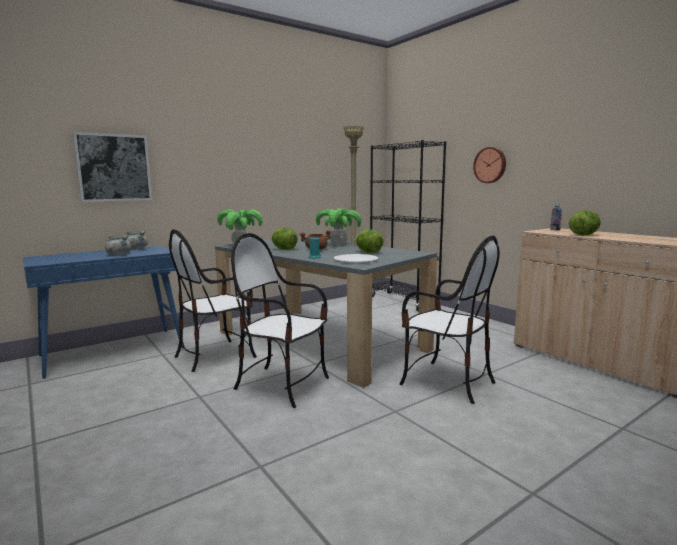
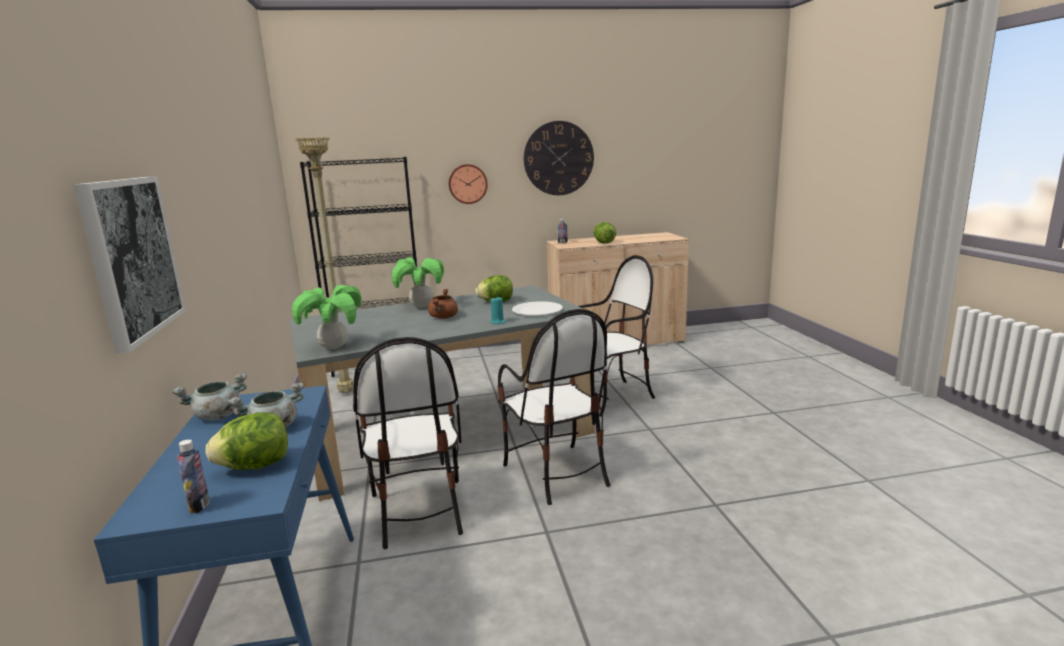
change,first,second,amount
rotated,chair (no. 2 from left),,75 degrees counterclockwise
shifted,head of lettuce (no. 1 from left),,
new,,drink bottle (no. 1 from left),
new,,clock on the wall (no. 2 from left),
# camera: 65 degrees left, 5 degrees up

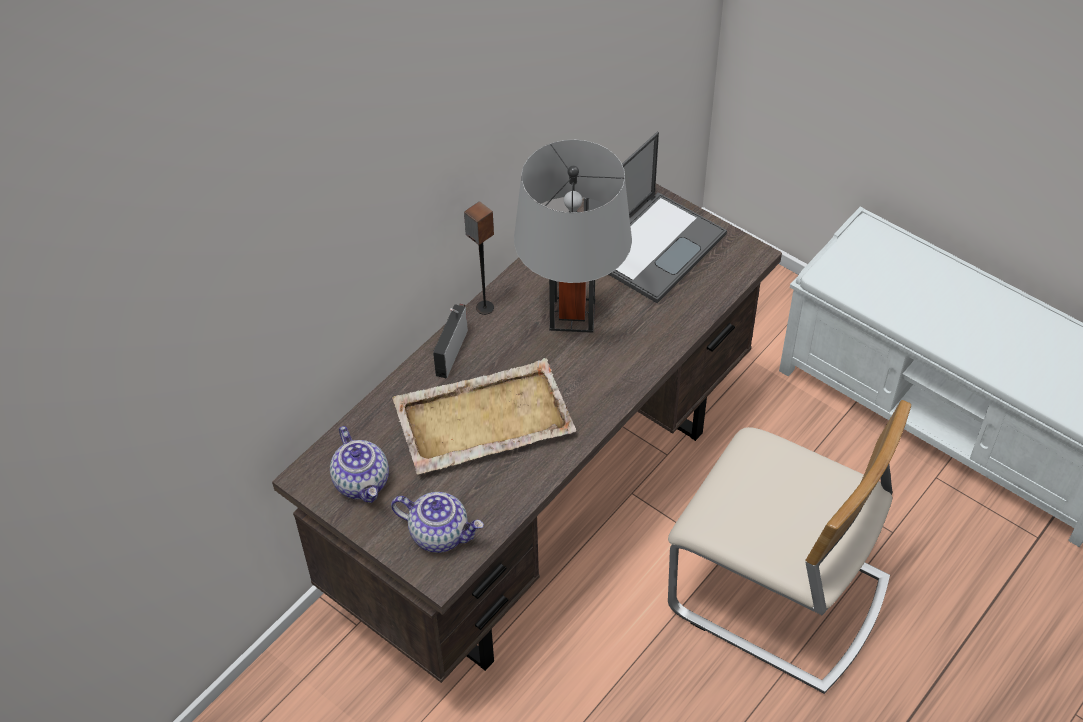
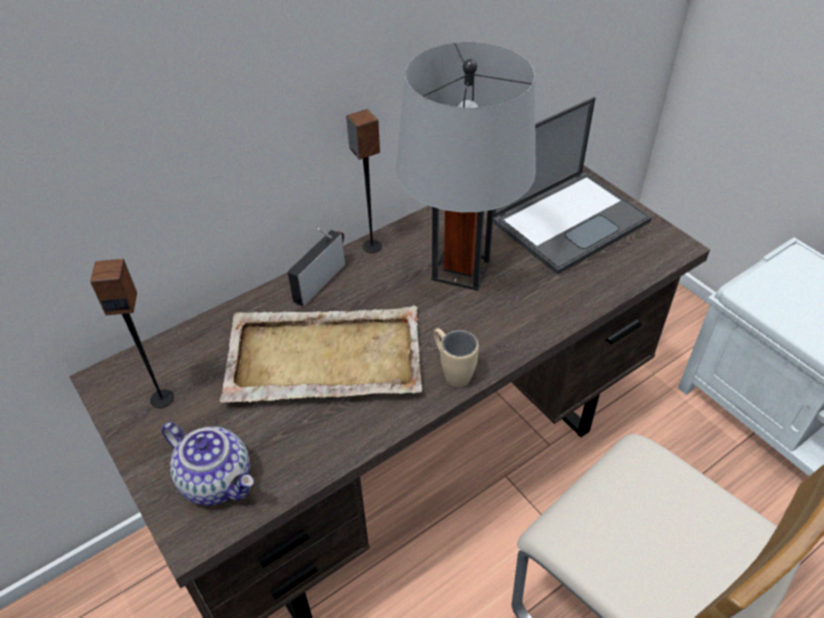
change,first,second,amount
swapped,tea pot (no. 1 from left),loudspeaker (no. 1 from left),
new,,beige mug,
# camera: 15 degrees right, 5 degrees down

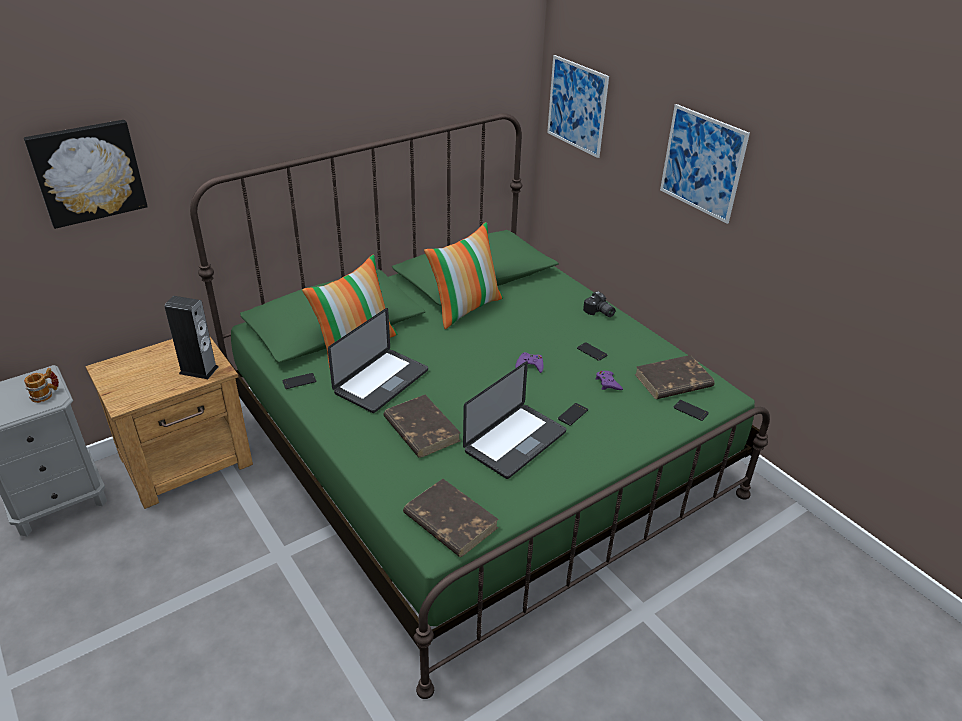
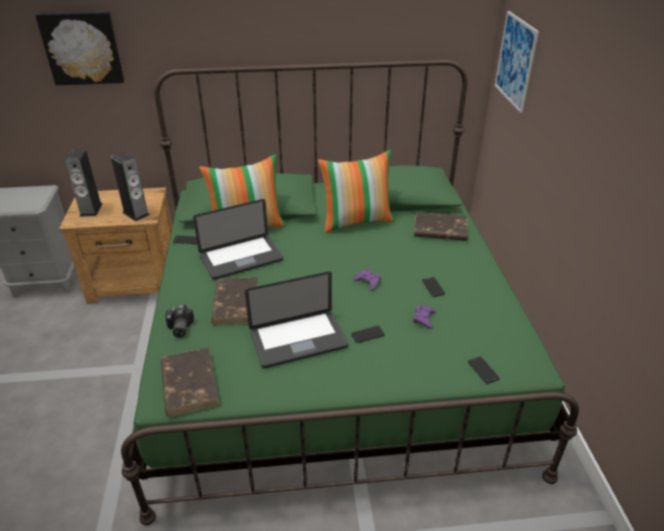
change,first,second,amount
gone,mug,,
shifted,still camera,,
shifted,brown volume (no. 3 from left),,
gone,picture (no. 3 from left),,
new,,loudspeaker (no. 1 from left),
# camera: 30 degrees right, 0 degrees up

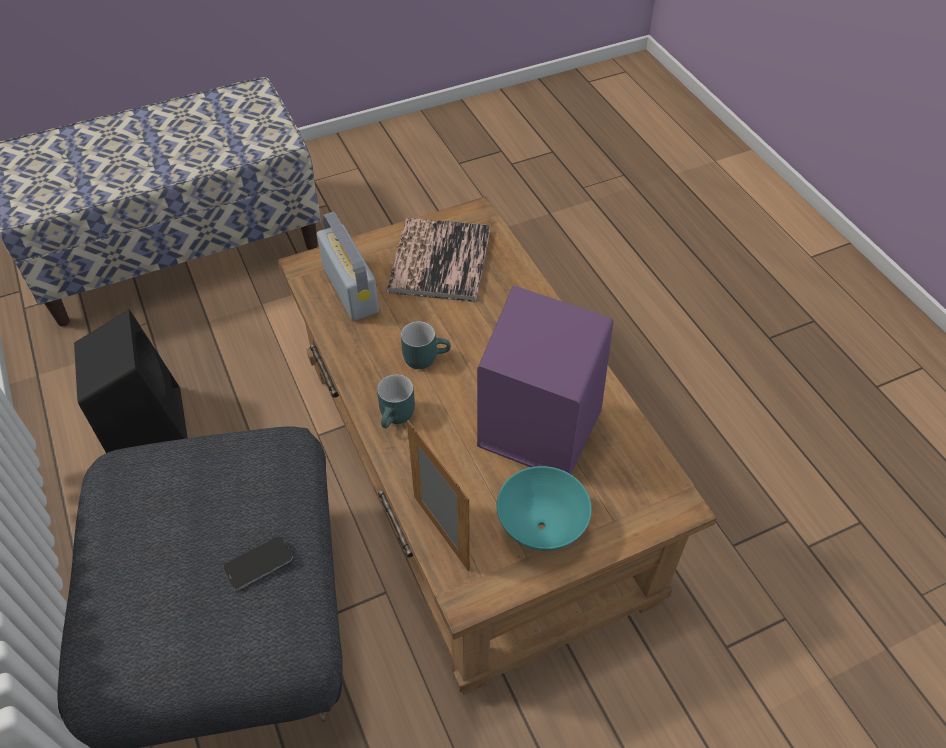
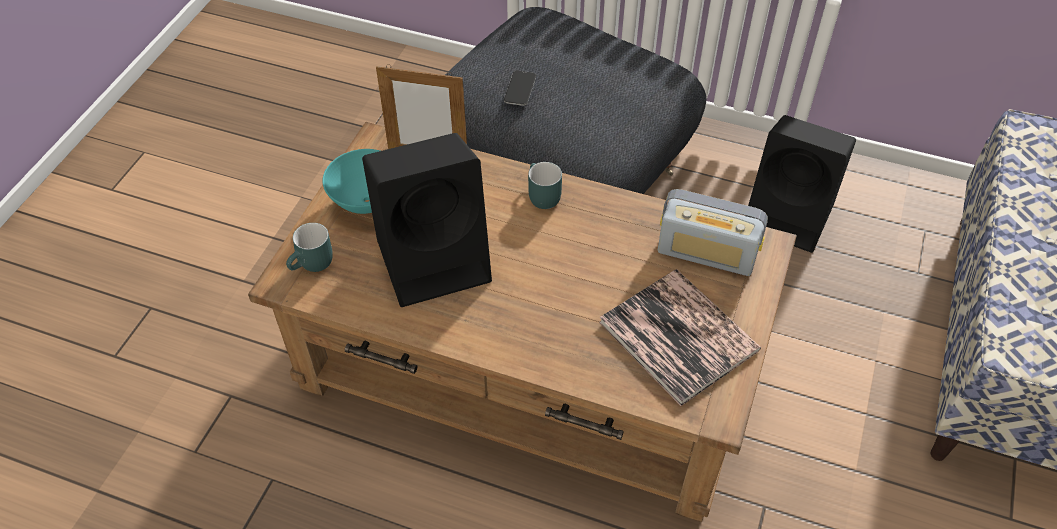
change,first,second,amount
shifted,turquoise mug (no. 2 from left in the first image),turquoise mug (no. 1 from left),
repainted,purple loudspeaker,blackish loudspeaker (no. 1 from left),
# camera: 135 degrees right, 0 degrees up

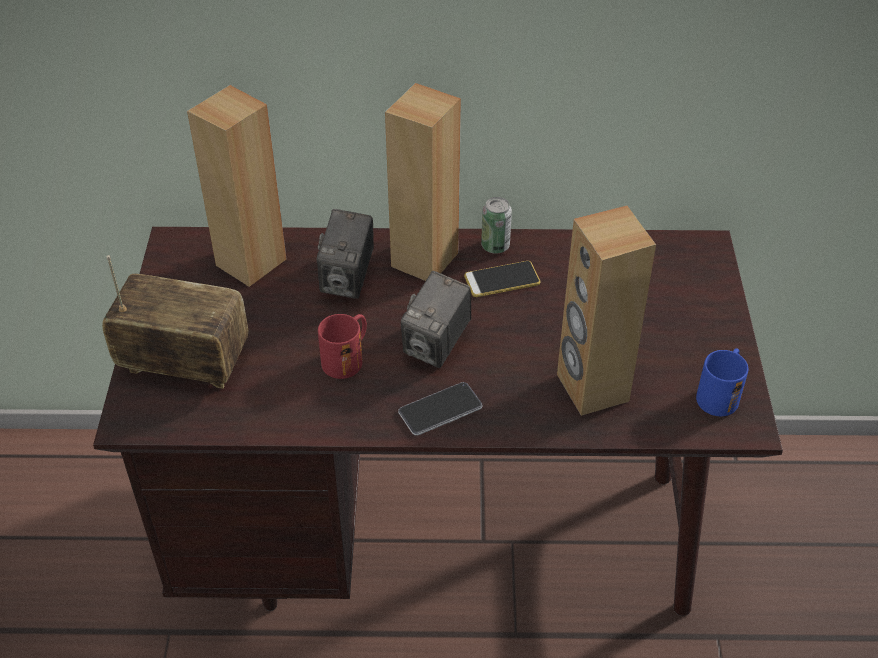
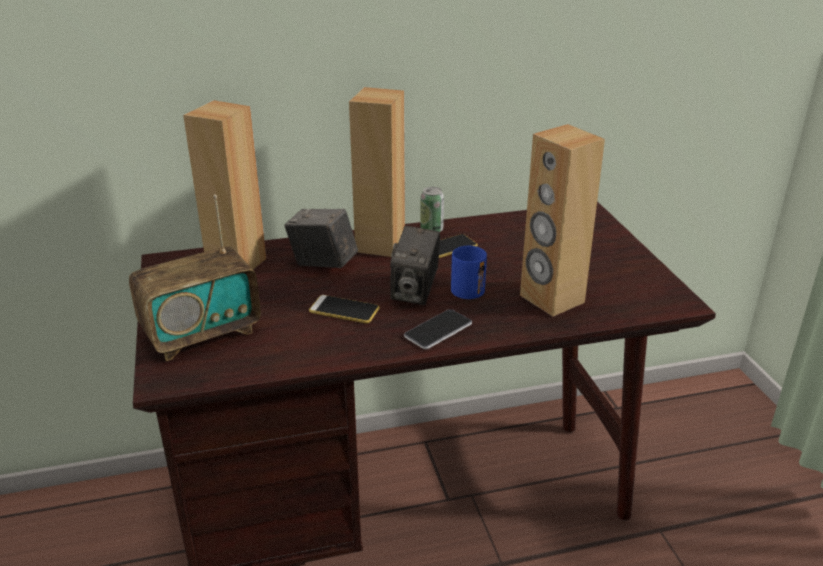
change,first,second,amount
rotated,radio receiver,,150 degrees clockwise
rotated,still camera (no. 1 from left),,120 degrees clockwise
swapped,red mug,phone (no. 1 from left),
shifted,blue-coloured mug,,
# camera: 15 degrees left, 15 degrees down

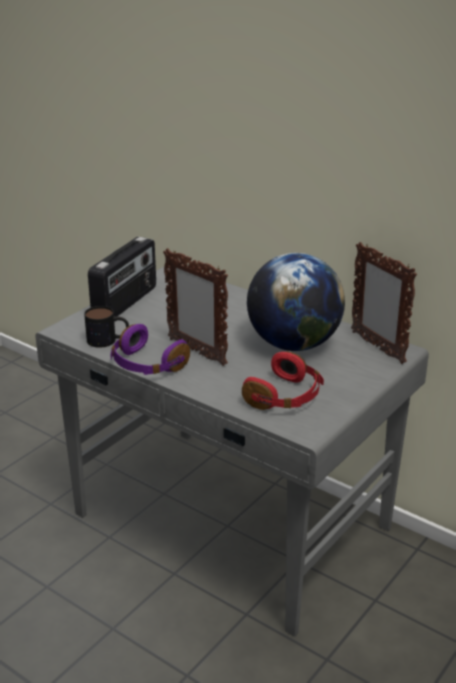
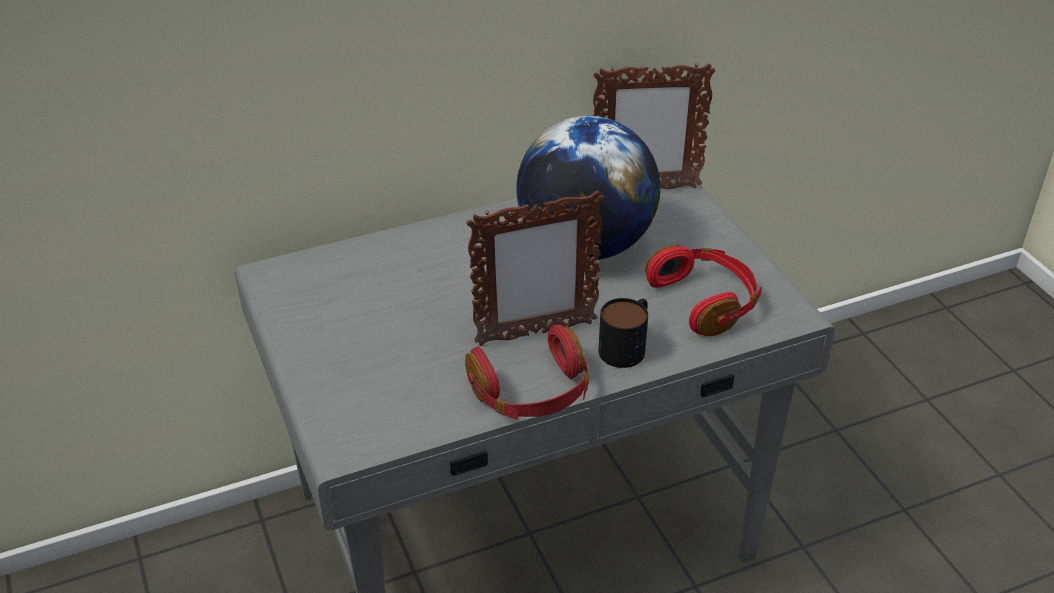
change,first,second,amount
shifted,mug,,
gone,radio receiver,,
repainted,purple pair of headphones,red pair of headphones (no. 1 from left),
# camera: 60 degrees left, 10 degrees up

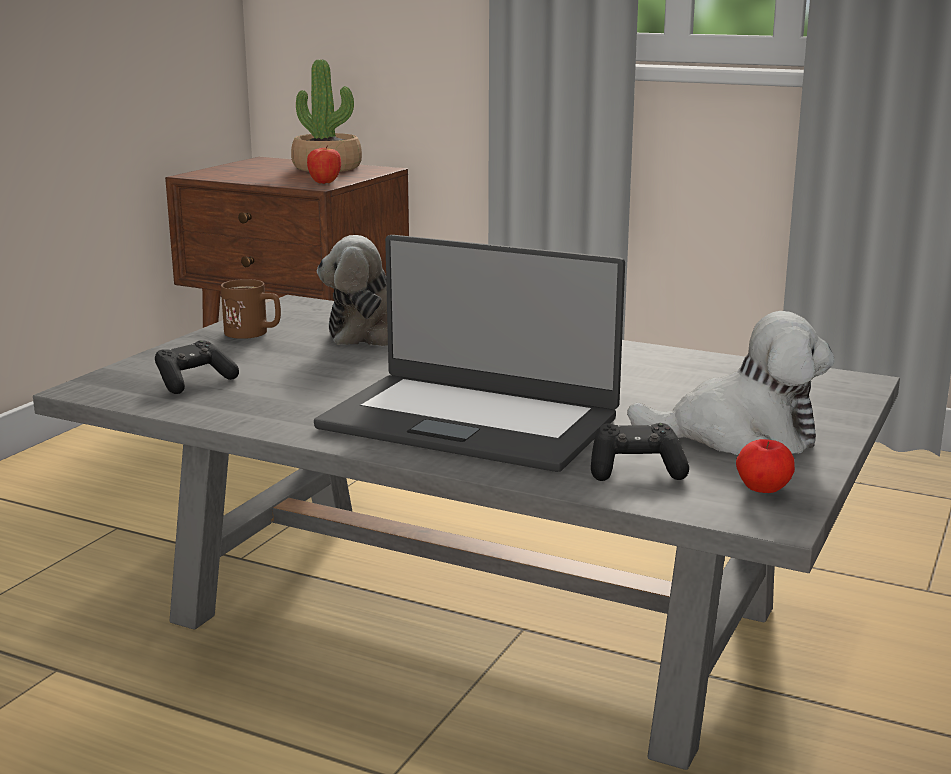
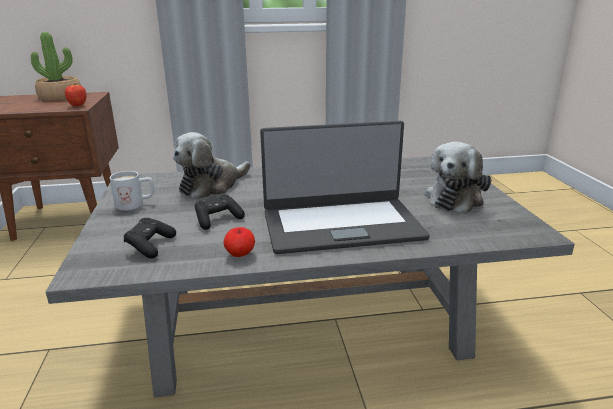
change,first,second,amount
repainted,brown mug,whitish mug,
shifted,blackish gamepad (no. 2 from left),,
rotated,plush toy (no. 2 from left),,150 degrees clockwise
shifted,apple (no. 2 from left),,
# camera: 35 degrees left, 5 degrees up

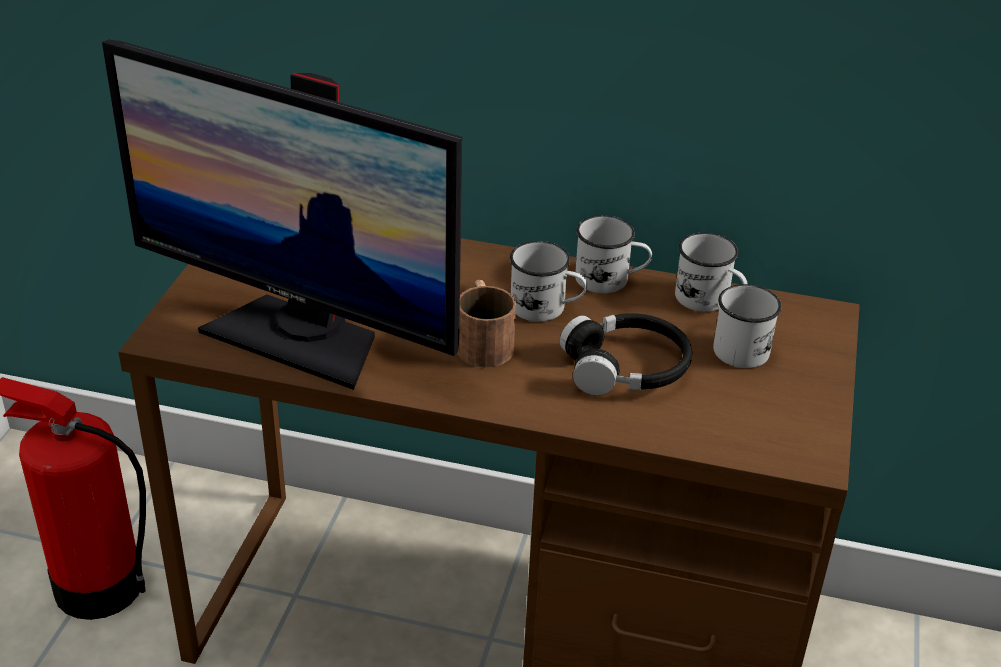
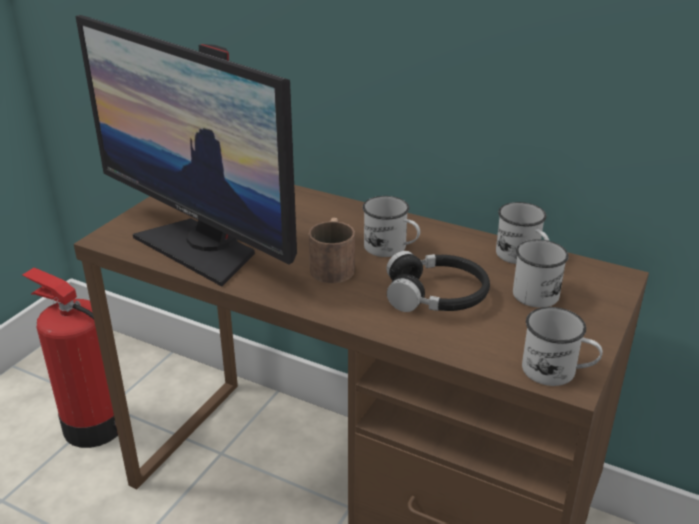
change,first,second,amount
shifted,whitish mug (no. 2 from left in the first image),whitish mug (no. 4 from left),
# camera: 15 degrees right, 5 degrees down

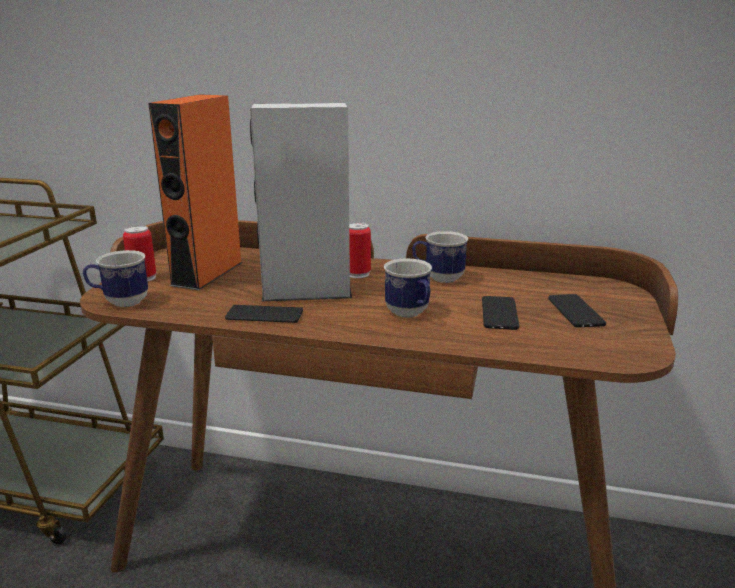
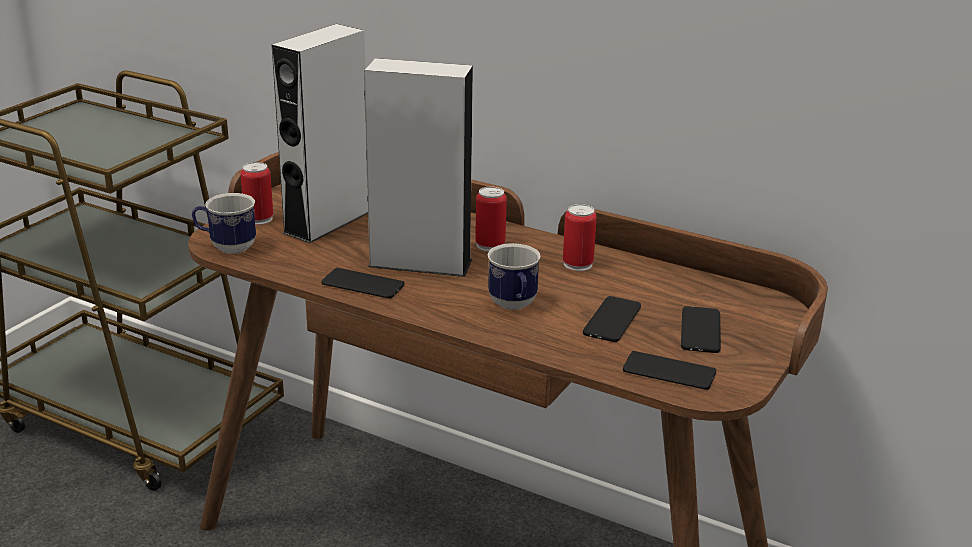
change,first,second,amount
repainted,orange loudspeaker,gray loudspeaker (no. 1 from left),
swapped,mug (no. 3 from left),metal can (no. 3 from left),
new,,phone (no. 3 from left),
# camera: 15 degrees right, 5 degrees up

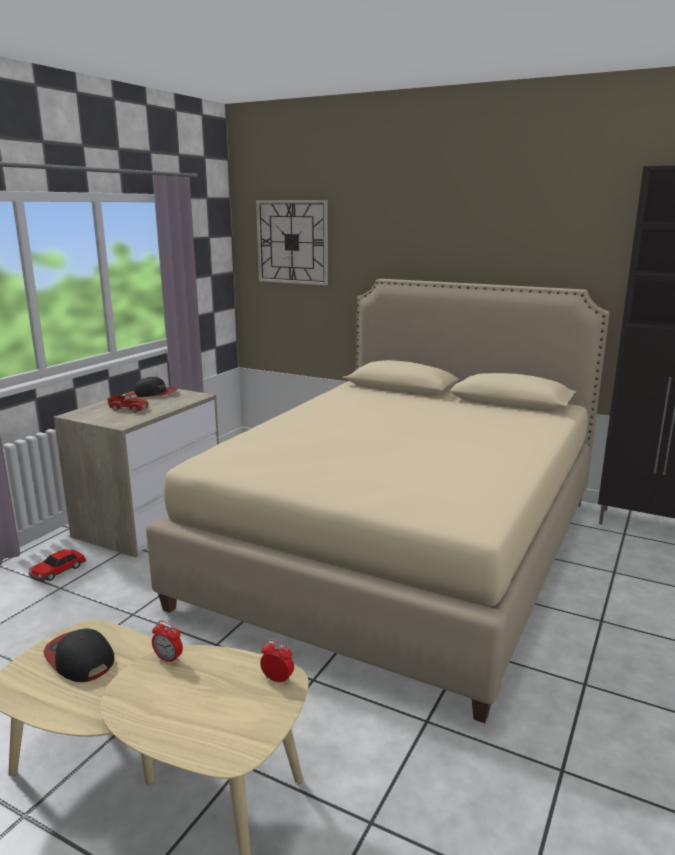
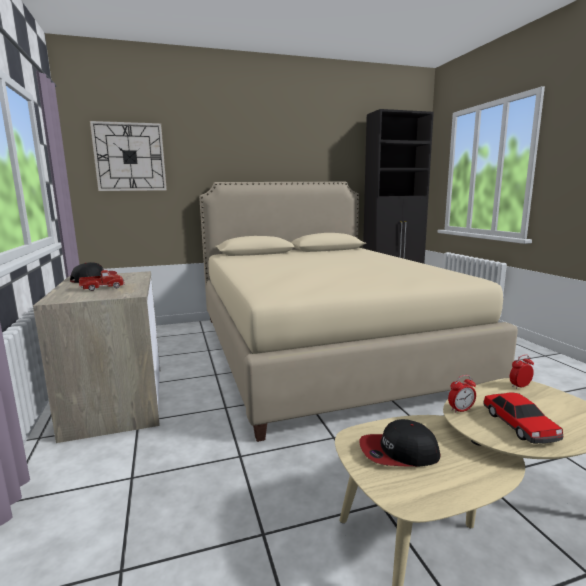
change,first,second,amount
shifted,toy car,,
# camera: 45 degrees left, 5 degrees down

